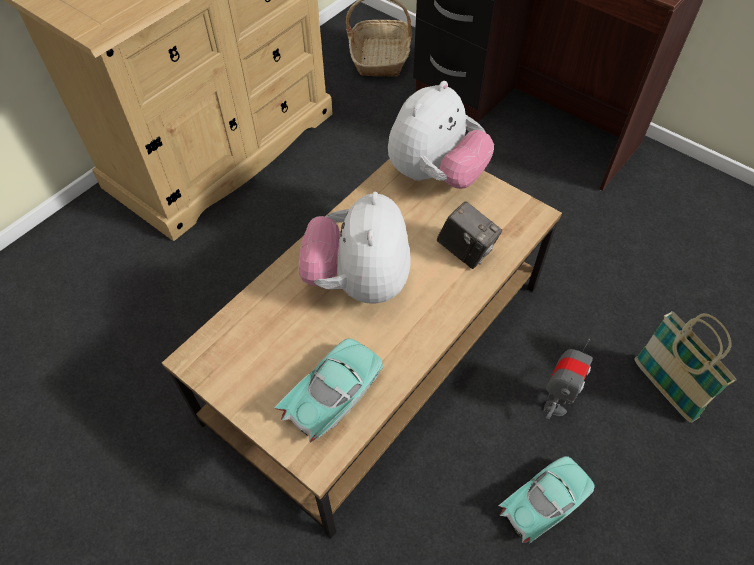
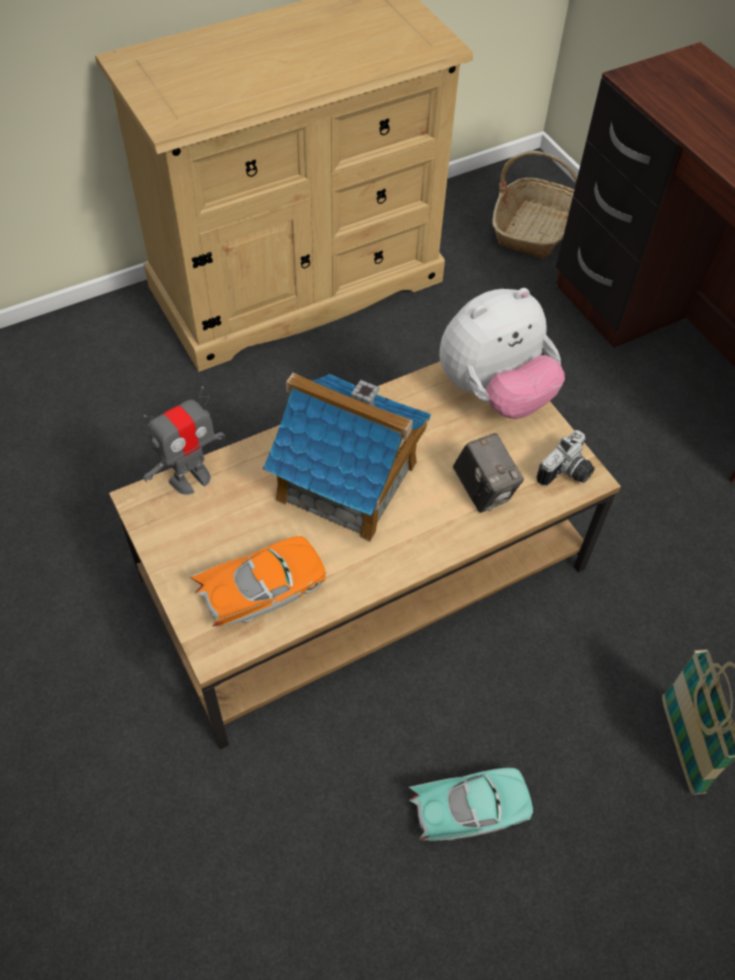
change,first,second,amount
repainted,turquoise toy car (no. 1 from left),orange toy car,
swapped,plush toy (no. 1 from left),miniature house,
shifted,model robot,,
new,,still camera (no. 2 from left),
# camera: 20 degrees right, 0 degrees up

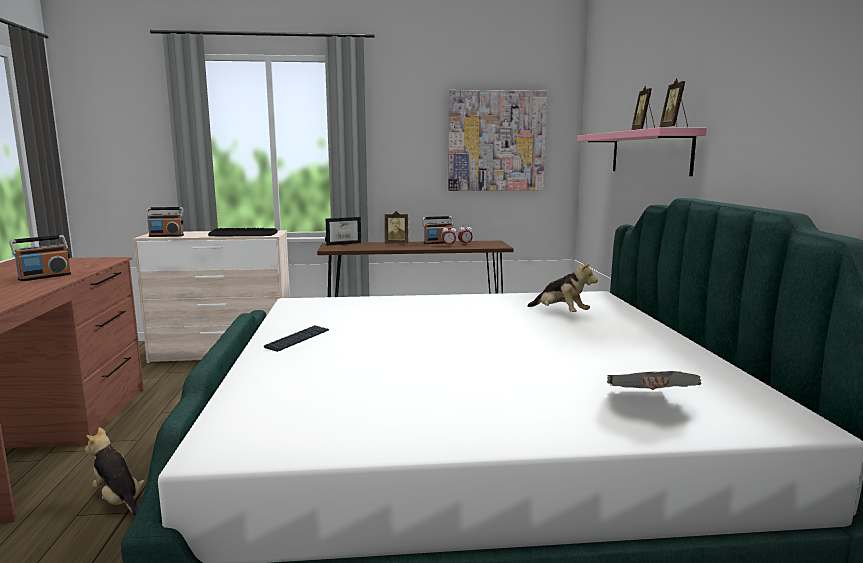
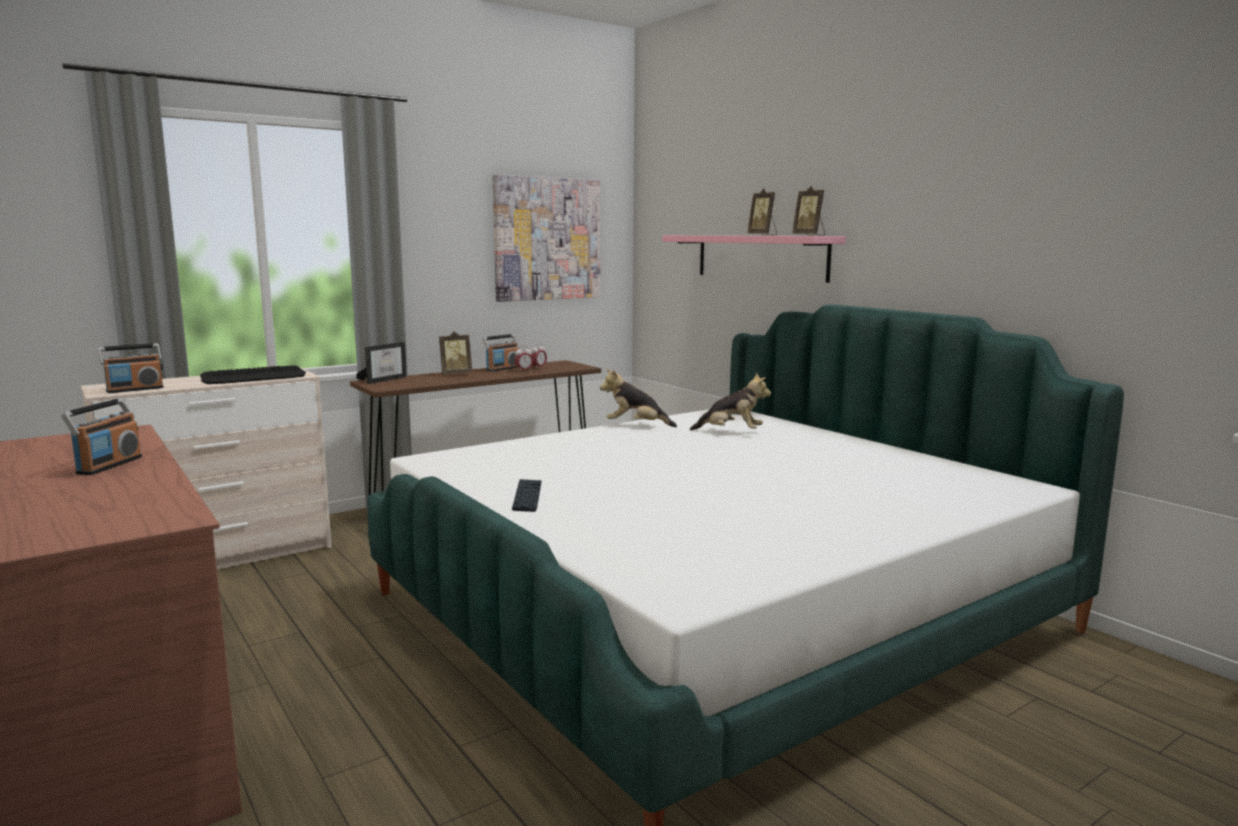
change,first,second,amount
shifted,plush toy (no. 1 from left),,
gone,newspaper,,
# camera: 30 degrees left, 0 degrees up

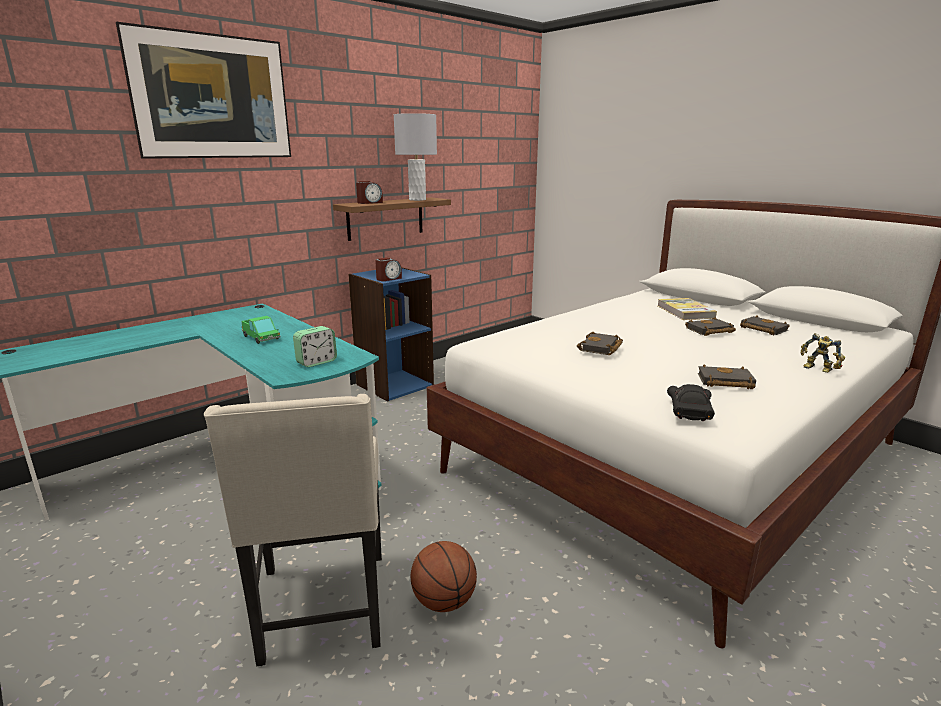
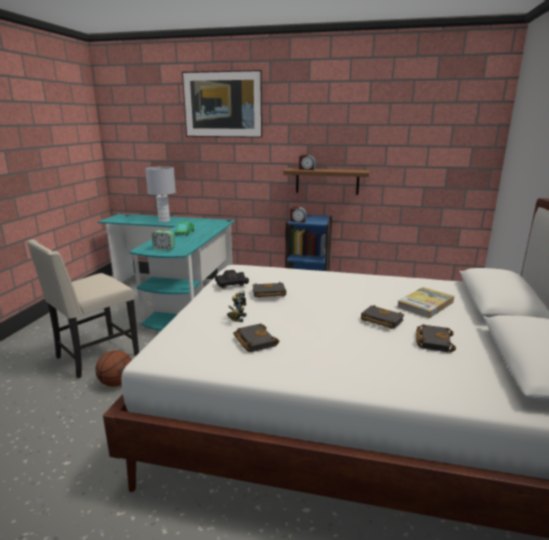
change,first,second,amount
shifted,gray tabletop lamp,,
shifted,blackish toy car,,
shifted,model robot,,
# camera: 55 degrees right, 0 degrees up

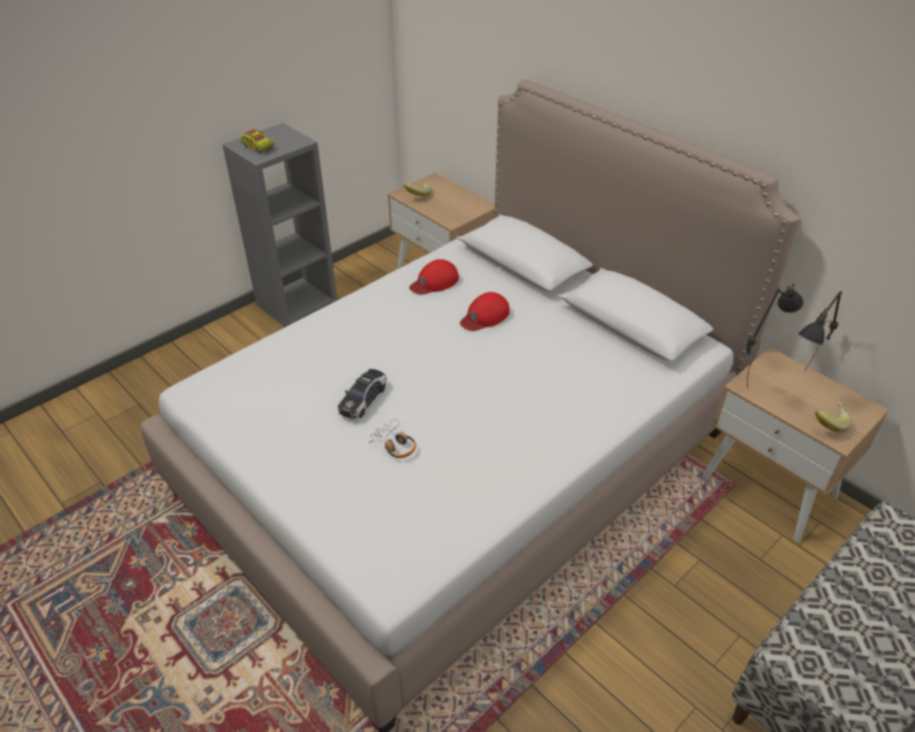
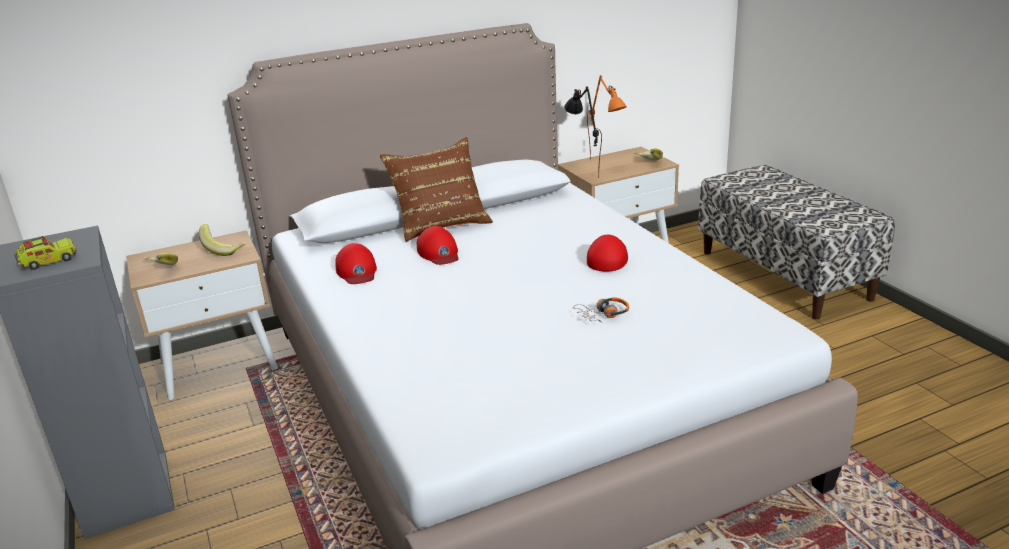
change,first,second,amount
gone,toy car,,
repainted,blackish tabletop lamp (no. 2 from left),orange tabletop lamp,
new,,whole banana (no. 2 from left),
new,,brown cushion,
new,,red peaked cap (no. 3 from left),
# camera: 70 degrees left, 15 degrees down

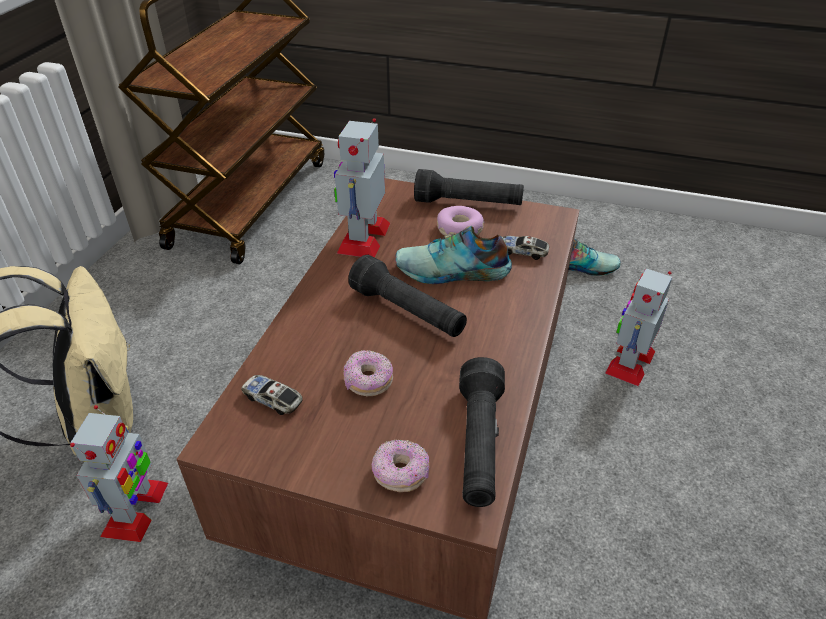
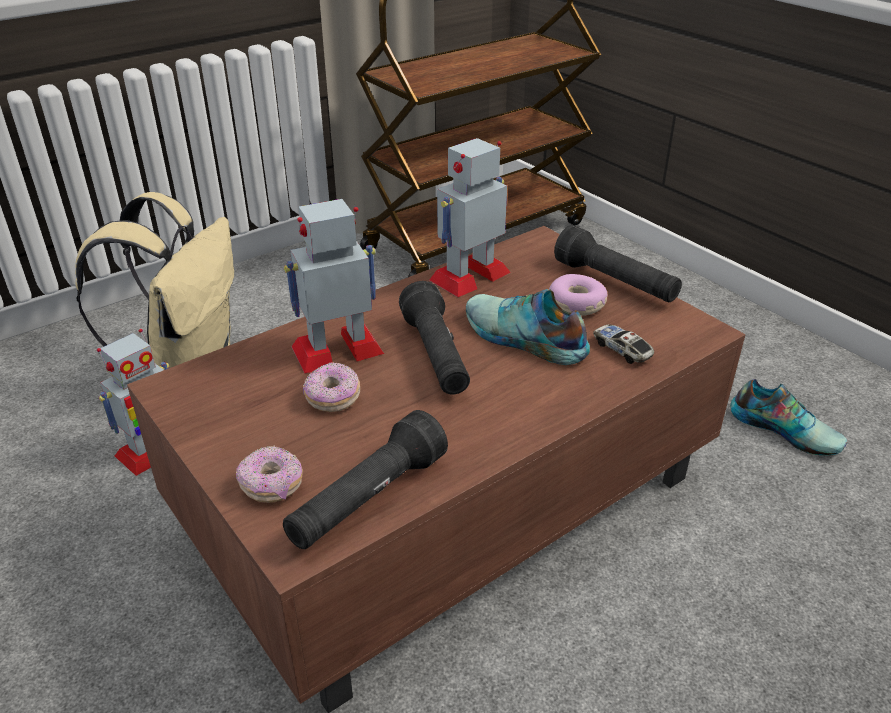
change,first,second,amount
gone,toy car (no. 1 from left),,
shifted,model robot (no. 3 from left in the first image),model robot (no. 2 from left),
# camera: 35 degrees right, 5 degrees down

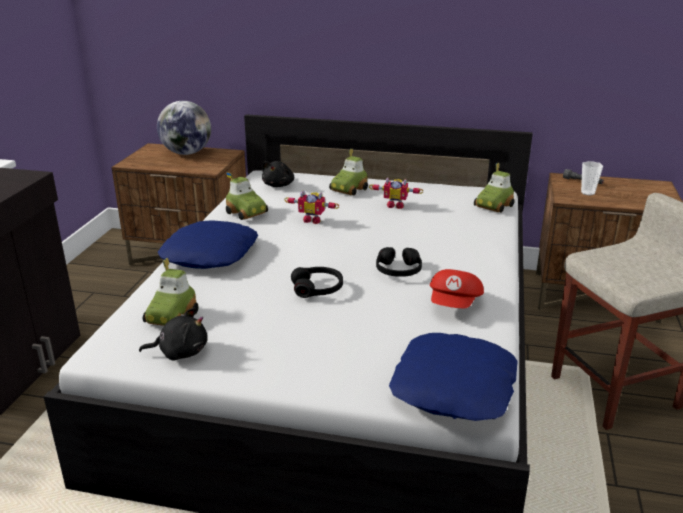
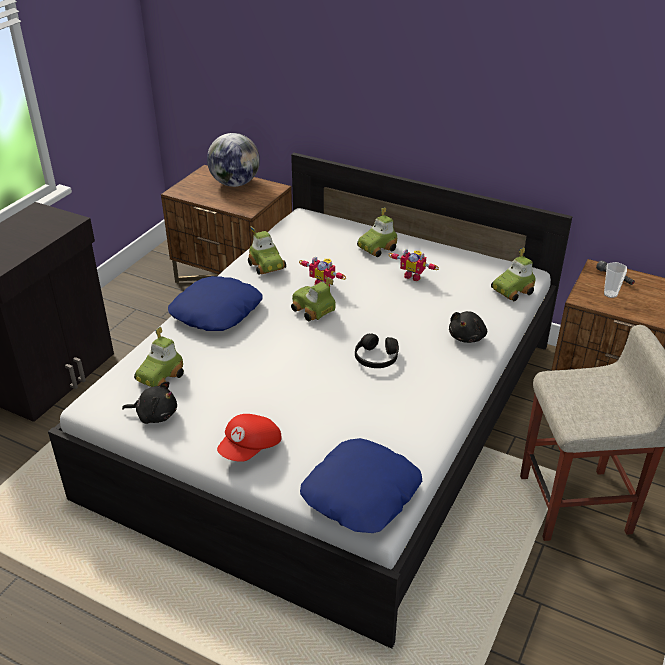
change,first,second,amount
shifted,blackish plush toy (no. 2 from left),,
gone,blackish pair of headphones (no. 1 from left),,
shifted,red peaked cap,,
new,,toy car (no. 3 from left),
# camera: 15 degrees right, 10 degrees up

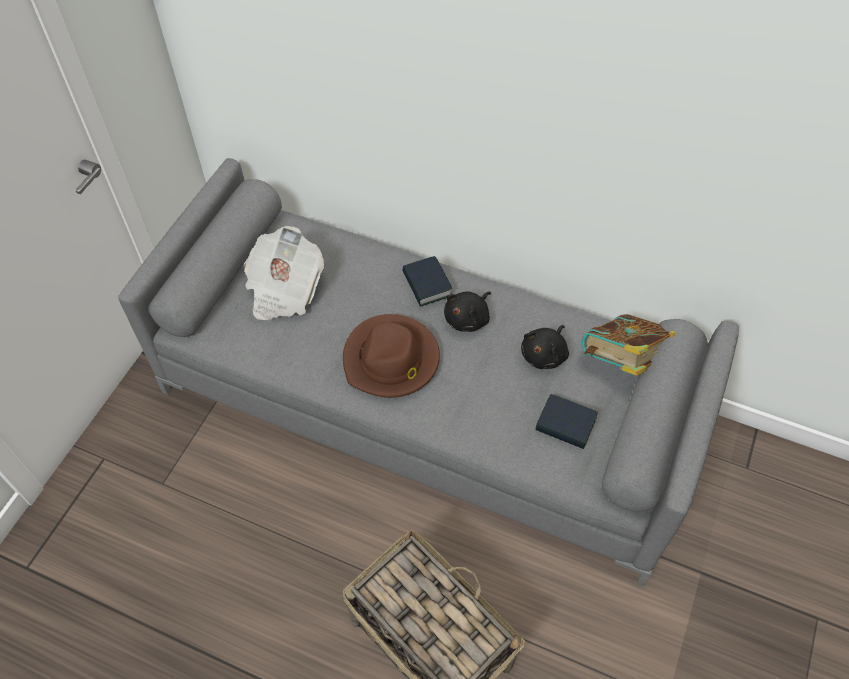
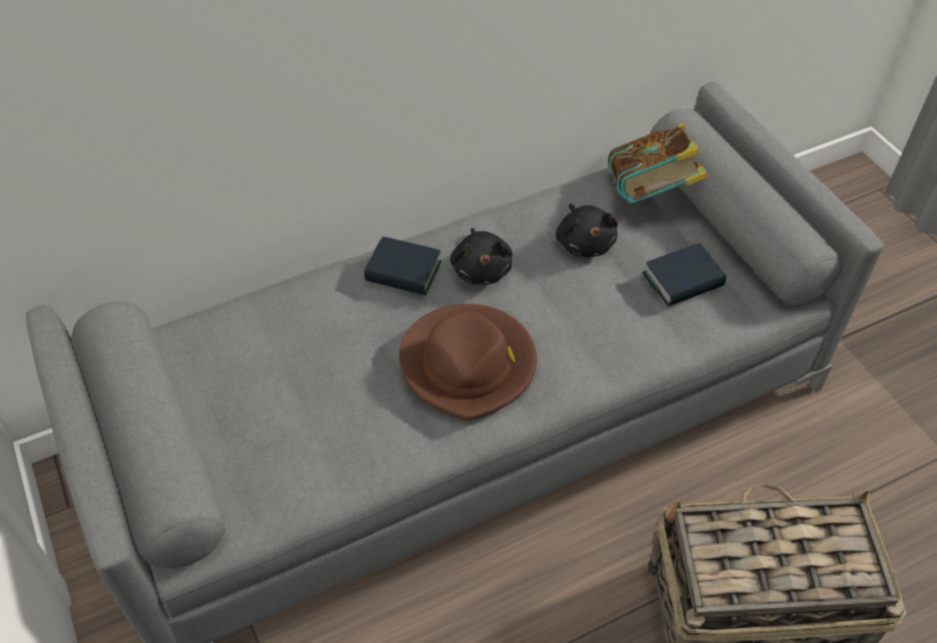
change,first,second,amount
gone,newspaper,,
# camera: 50 degrees left, 5 degrees down

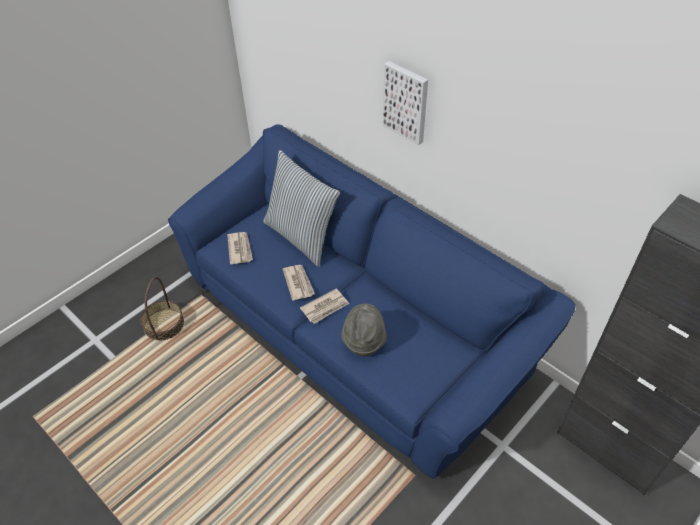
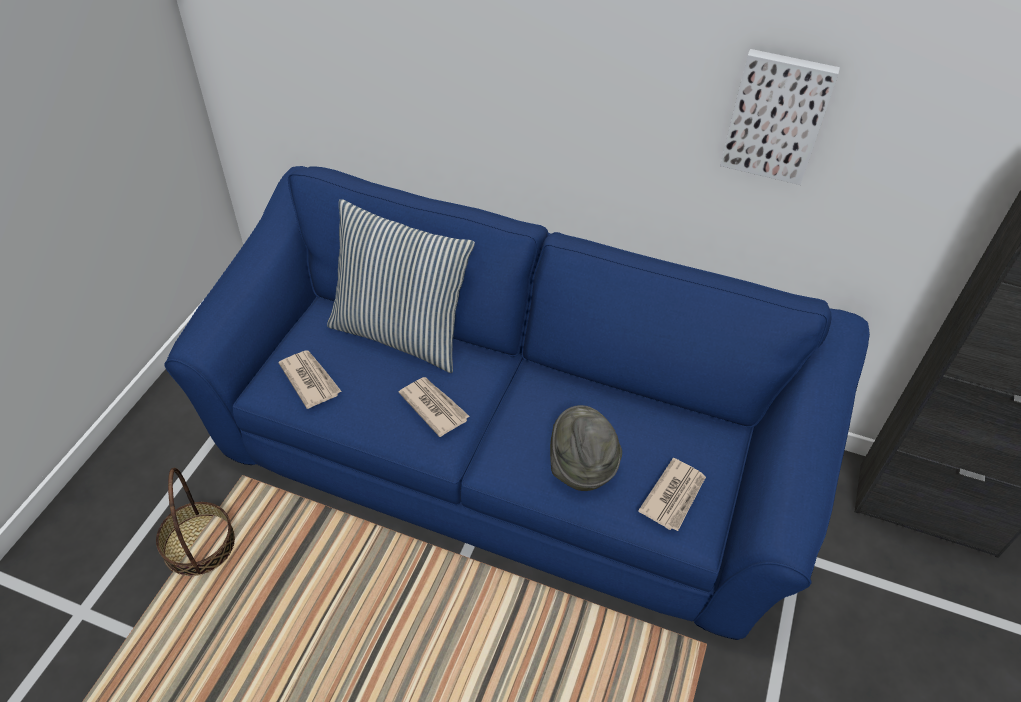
change,first,second,amount
shifted,newspaper (no. 3 from left),,
shifted,picture,,
# camera: 25 degrees left, 0 degrees up

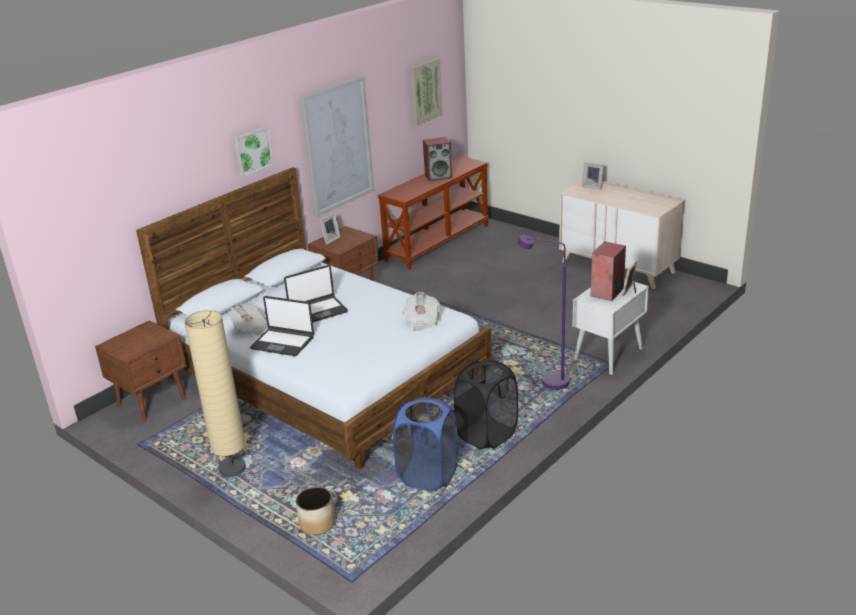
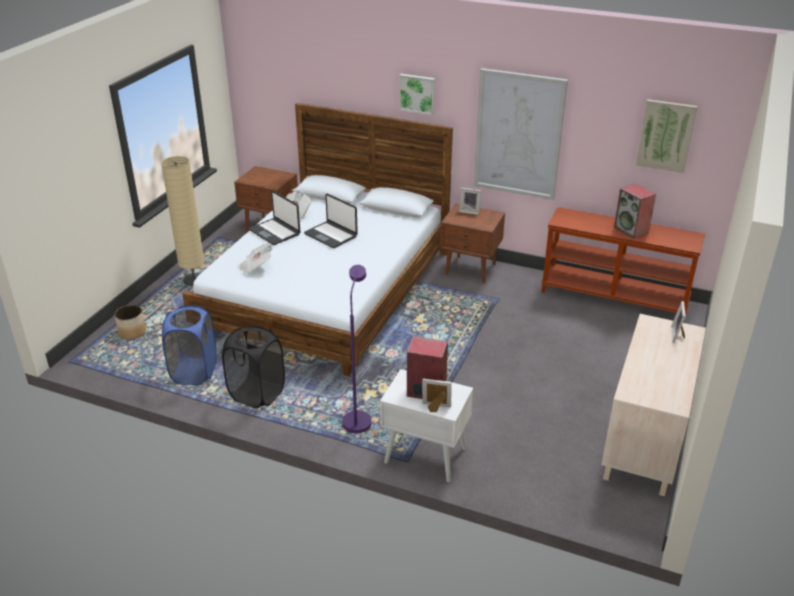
change,first,second,amount
rotated,portable computer (no. 1 from left),,45 degrees counterclockwise
shifted,newspaper (no. 2 from left in the first image),newspaper (no. 1 from left),
# camera: 70 degrees right, 5 degrees up

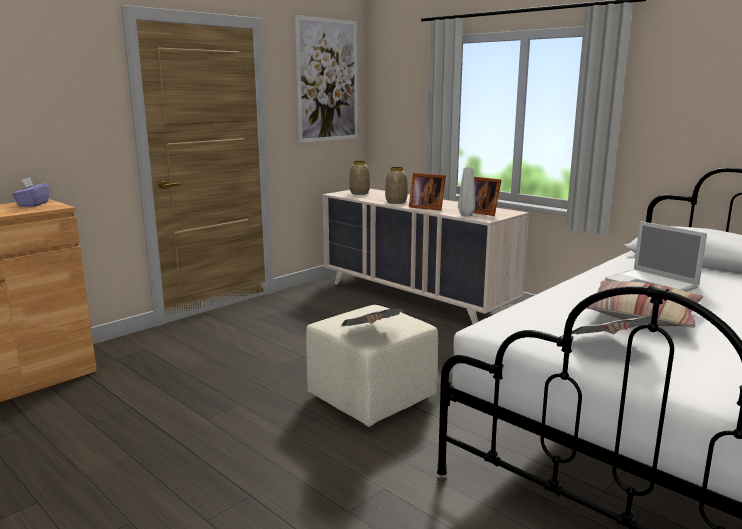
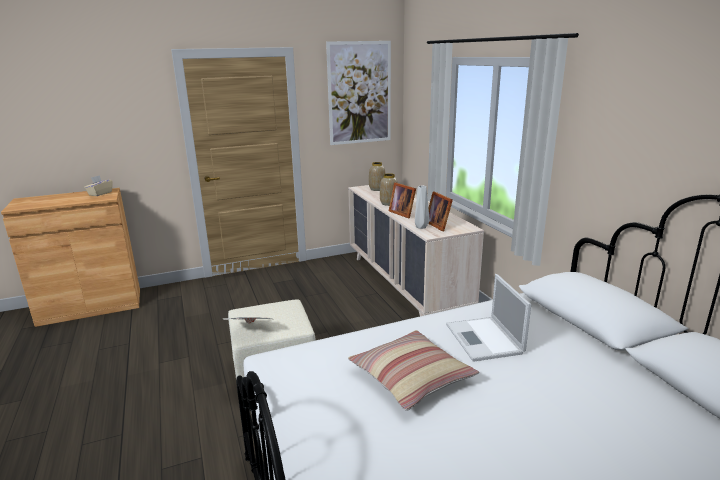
change,first,second,amount
repainted,purple tissue box,beige tissue box,
gone,newspaper (no. 2 from left),,
# camera: 25 degrees right, 5 degrees up

